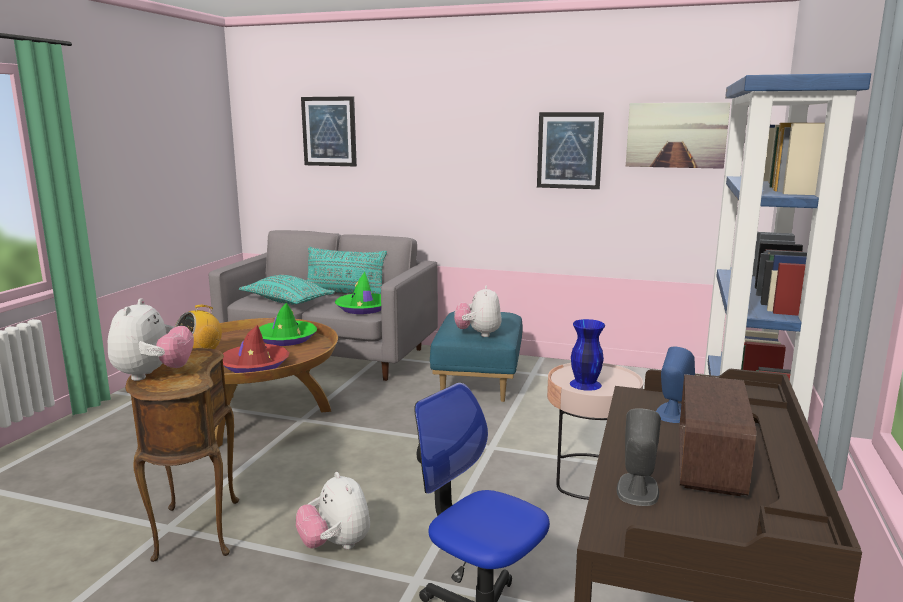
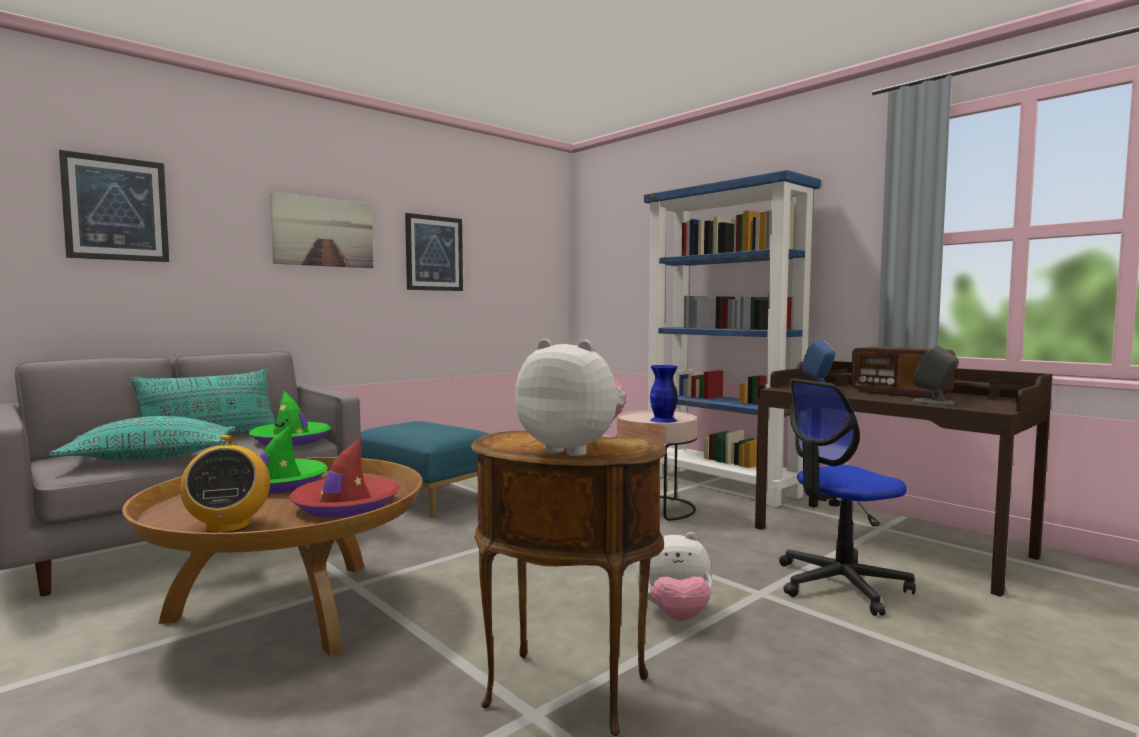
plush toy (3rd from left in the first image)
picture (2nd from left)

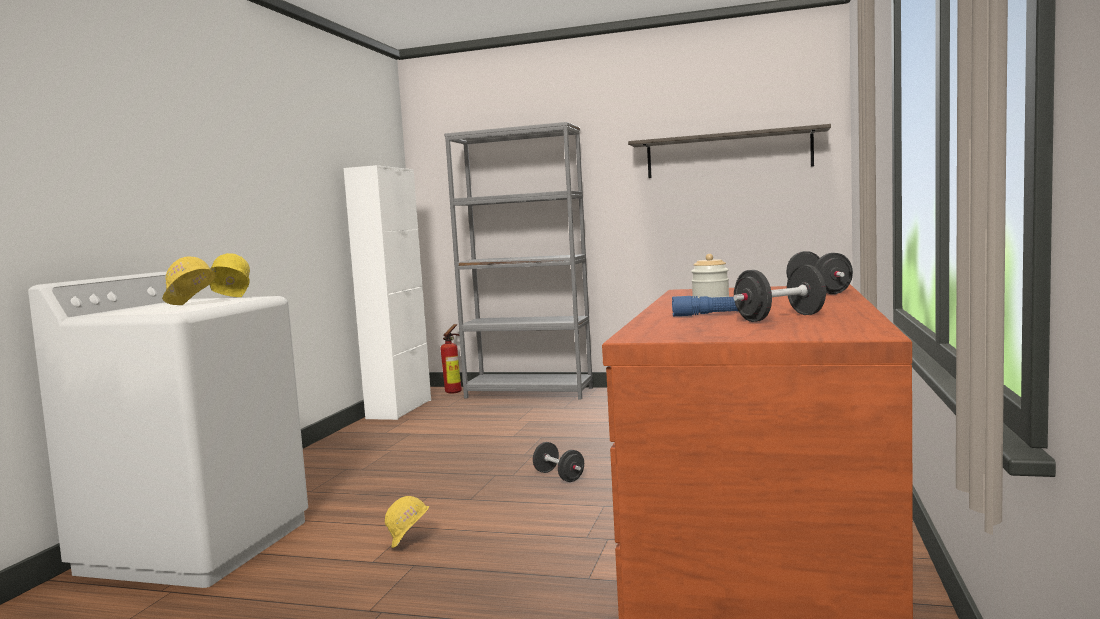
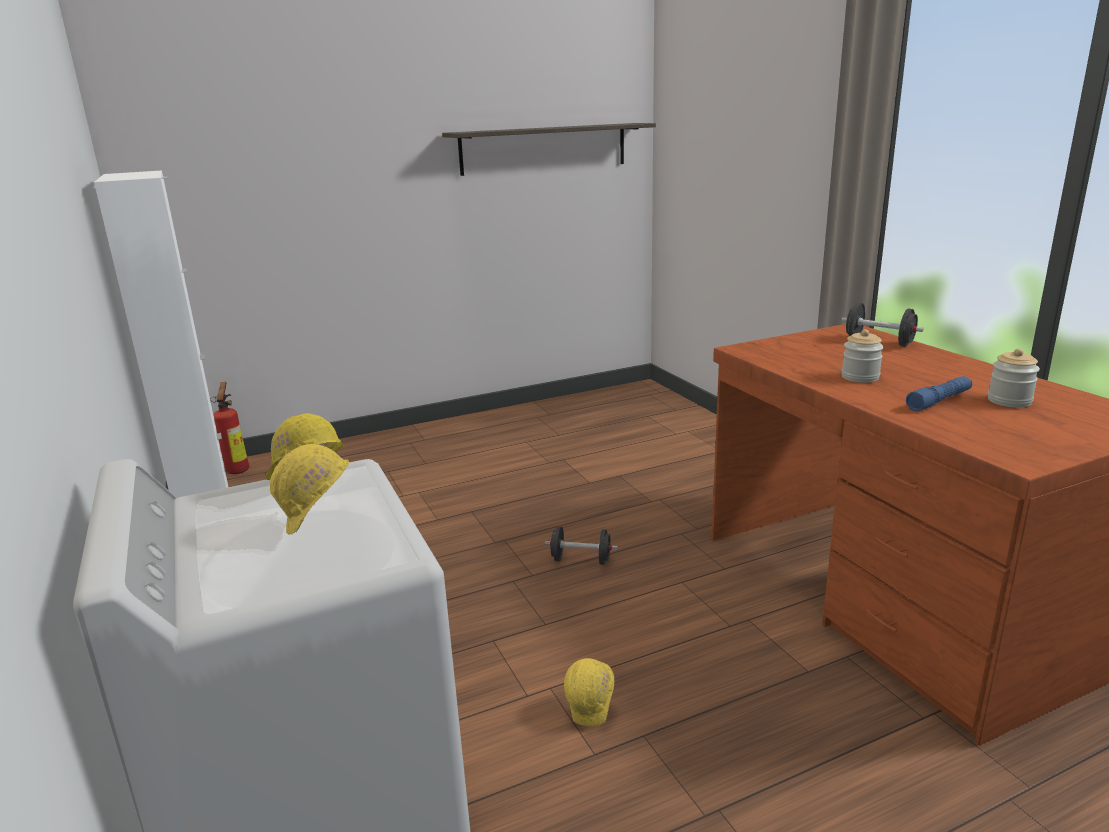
grey shelving unit
storage jar (2nd from left)

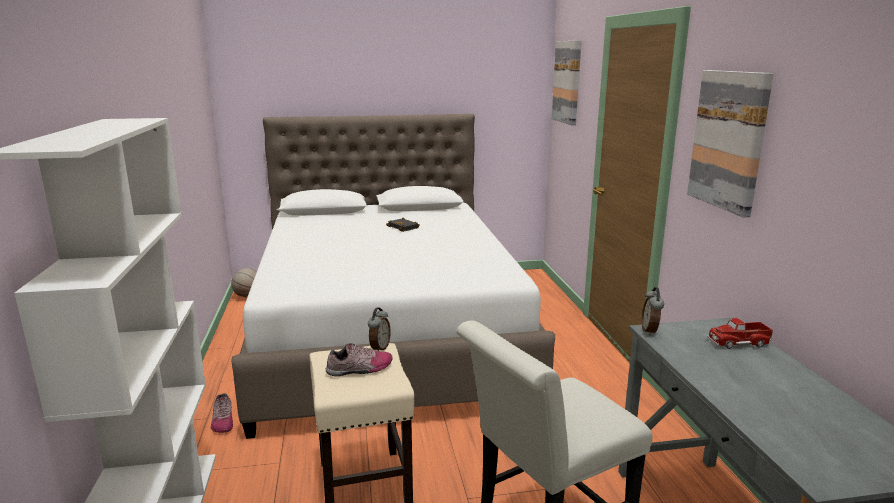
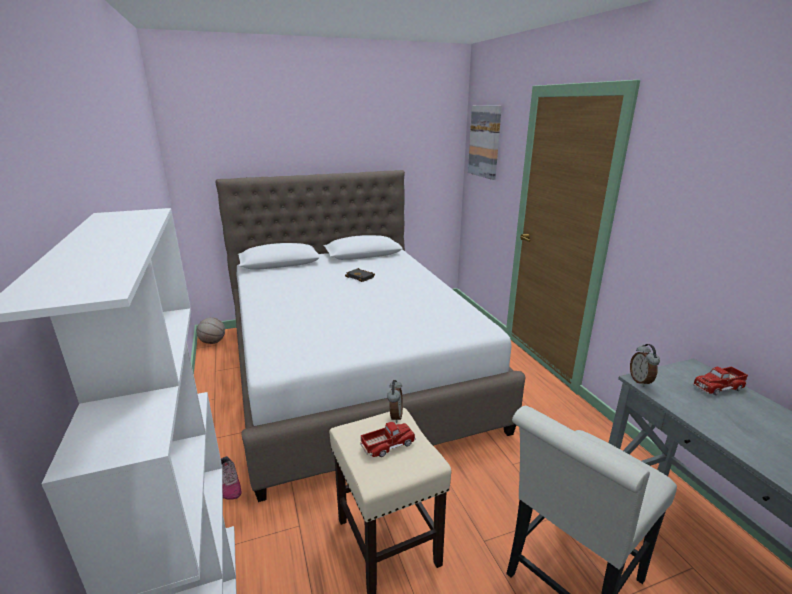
picture (2nd from left in the first image)
model truck (1st from left)

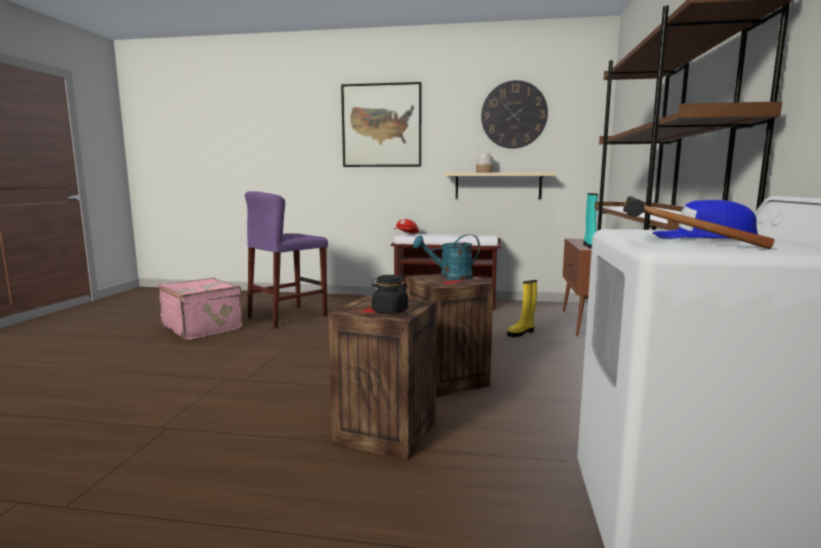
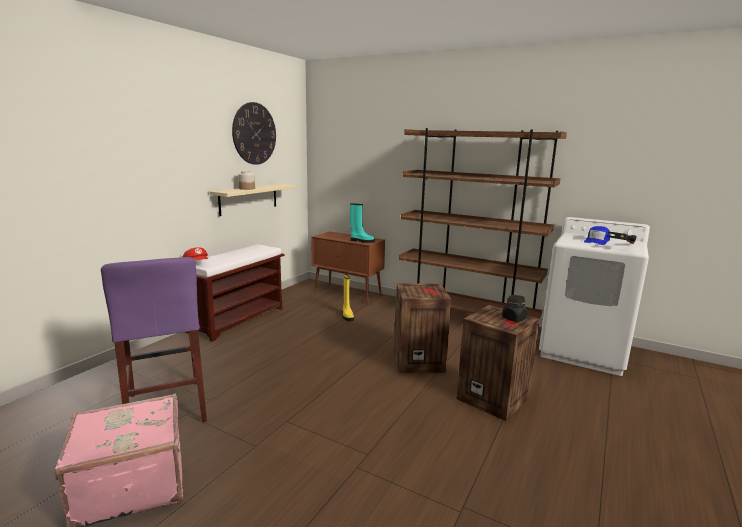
picture
blue-green watering pot

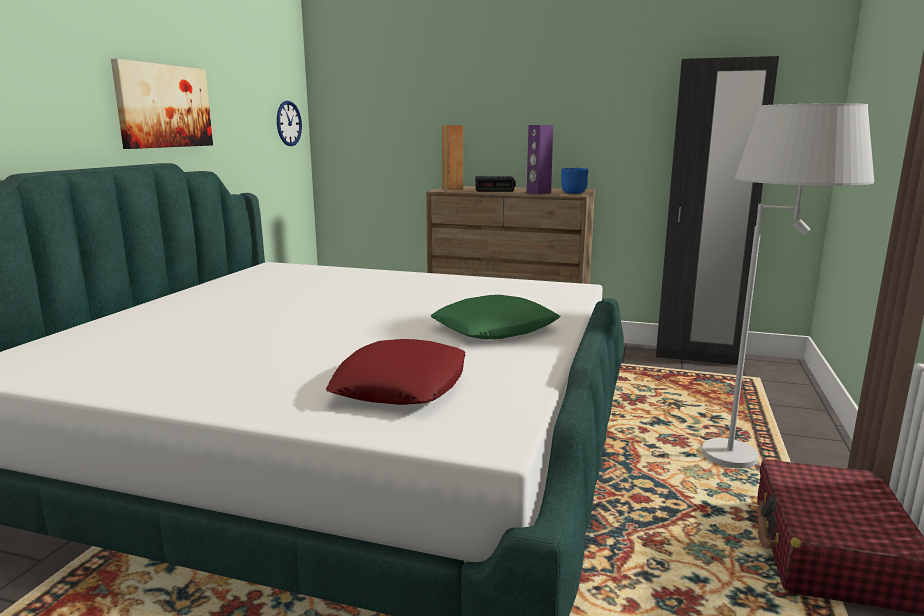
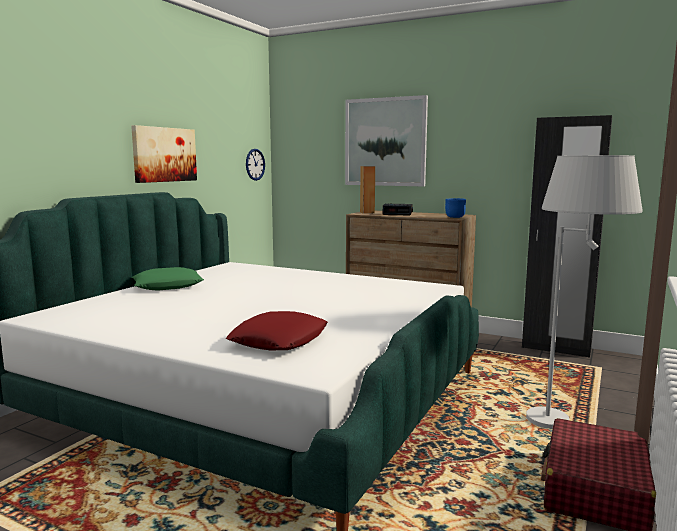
purplish speaker
picture (2nd from left)
green-coloured cushion

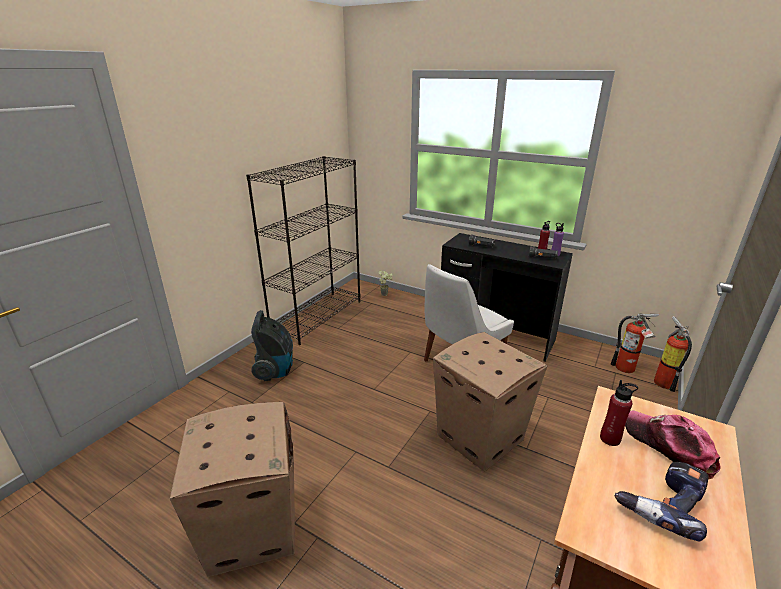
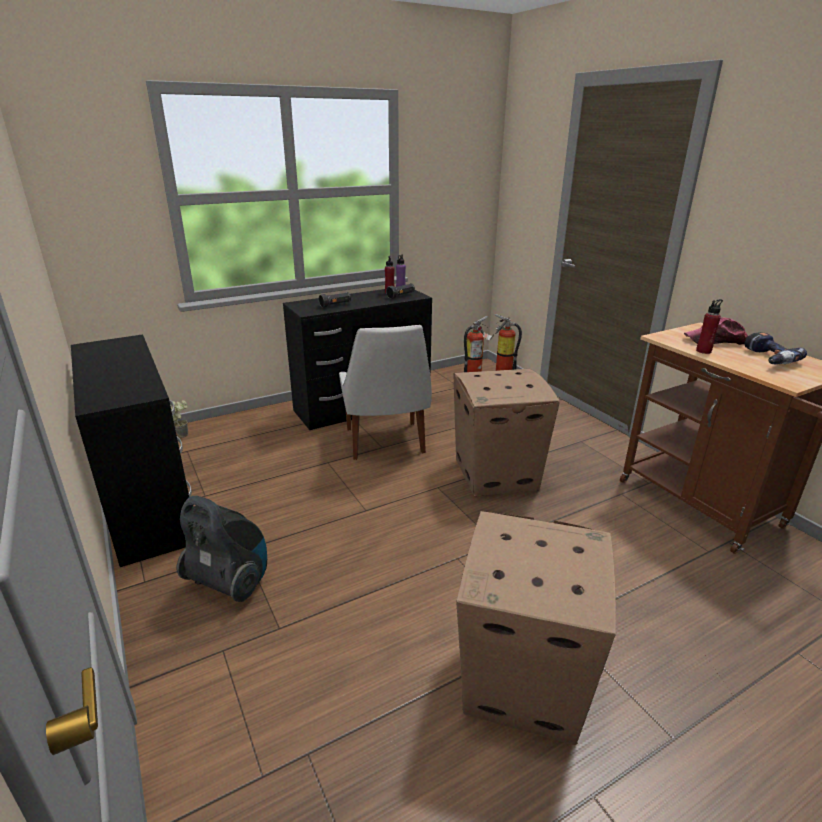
blackish desk (1st from left)

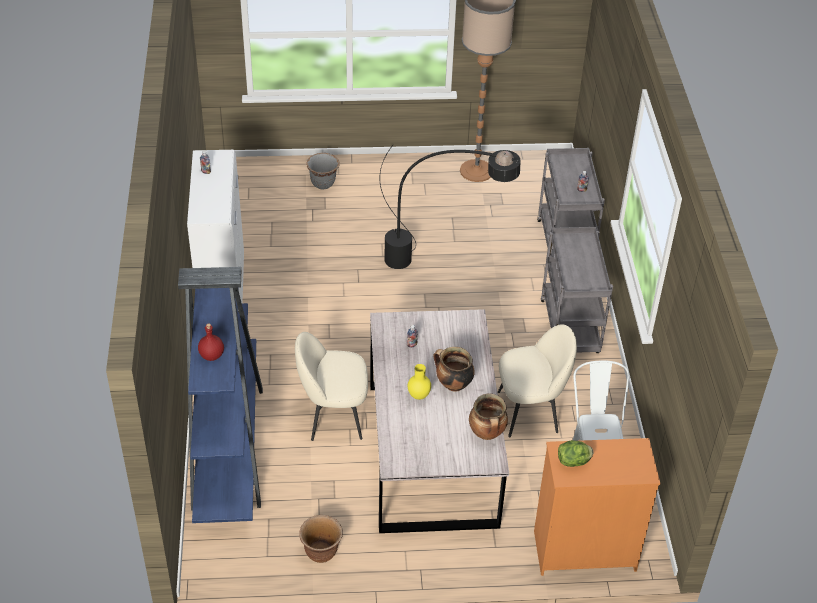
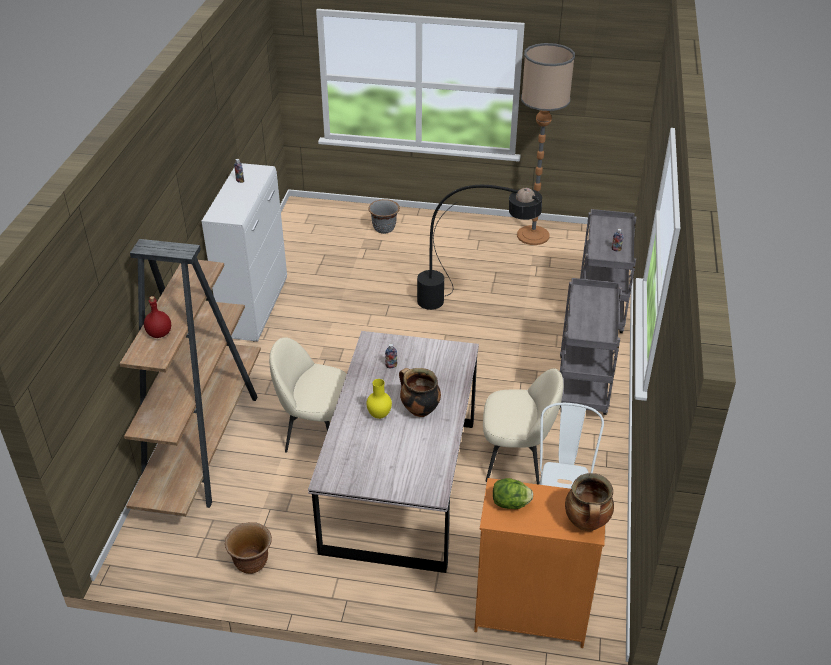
cooking pot (2nd from left)
brownish shelving unit

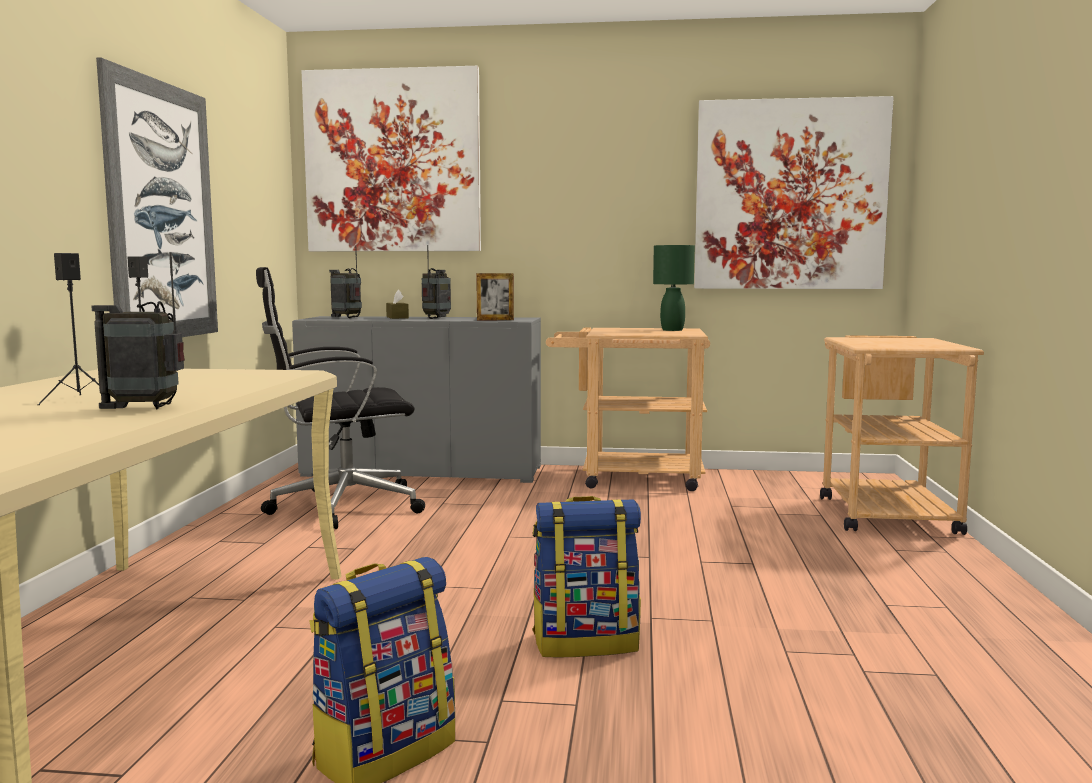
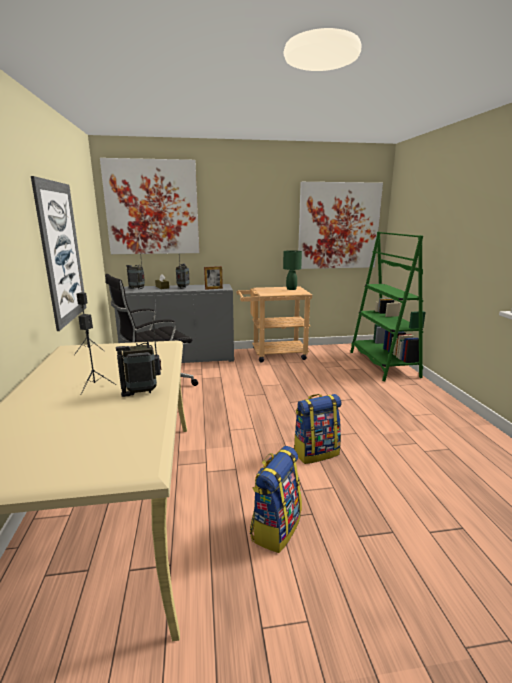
green-coloured shelving unit

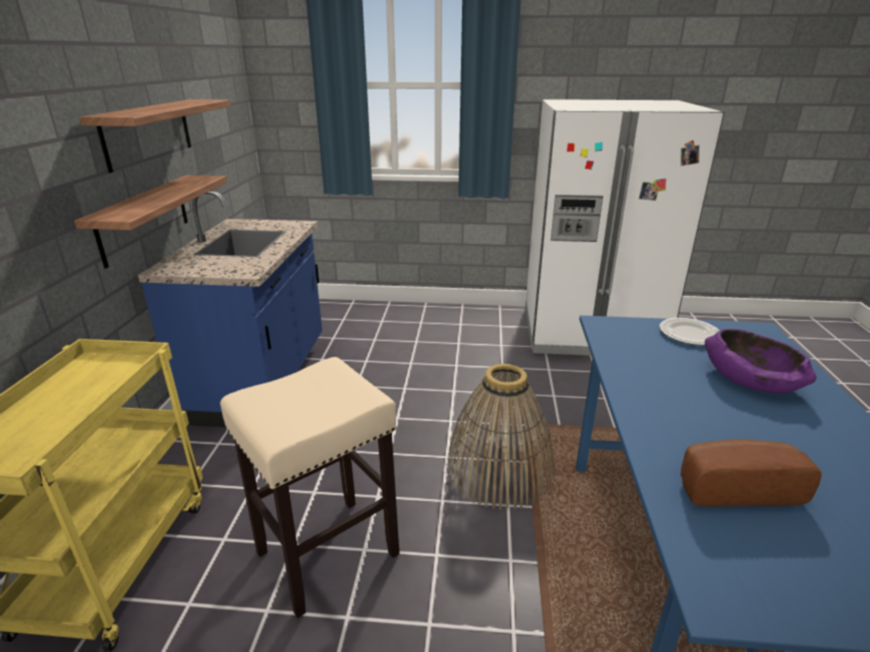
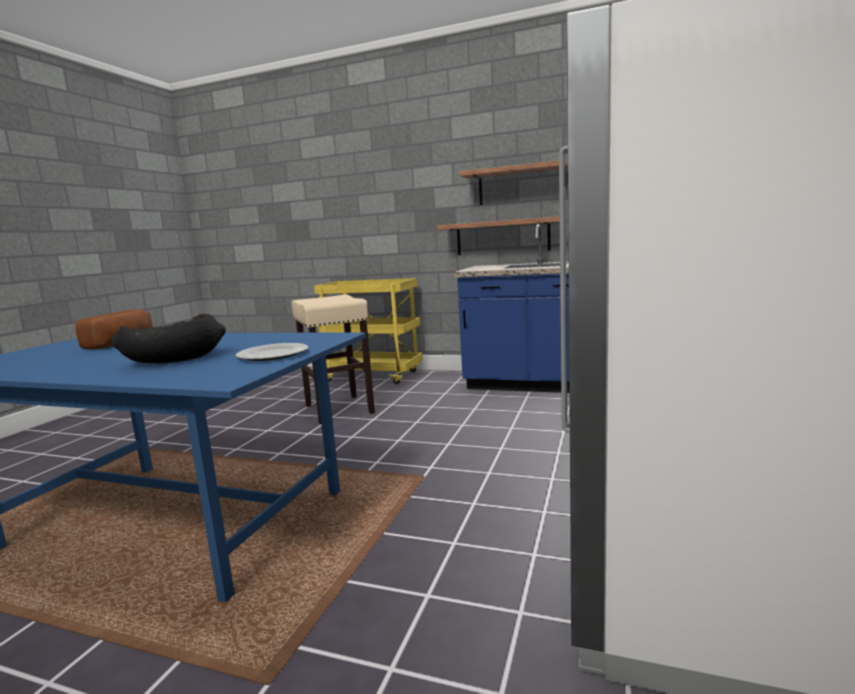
basket
blackish bowl

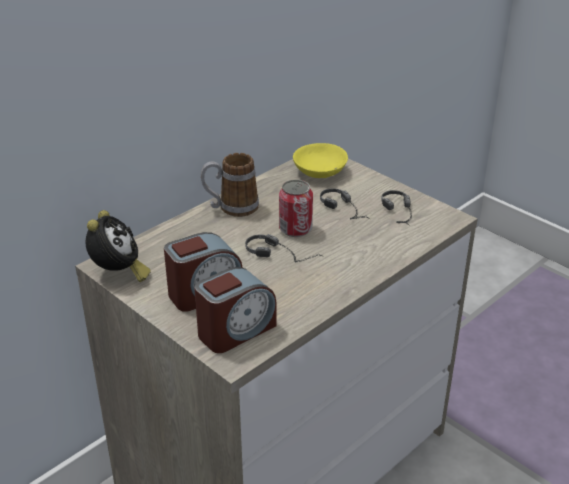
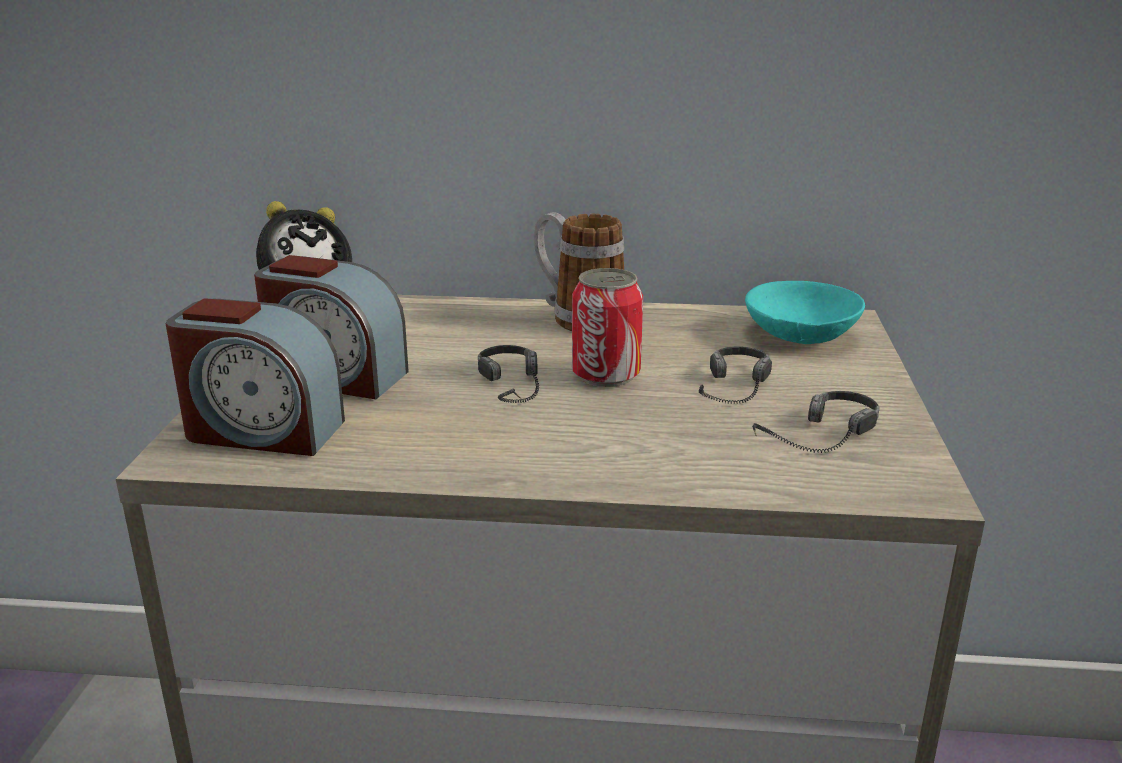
blue-green bowl

